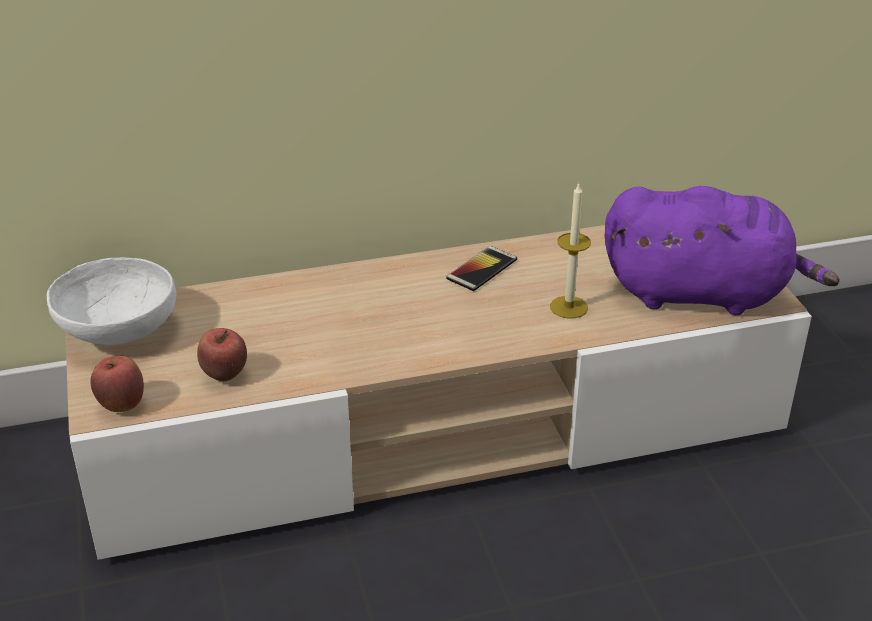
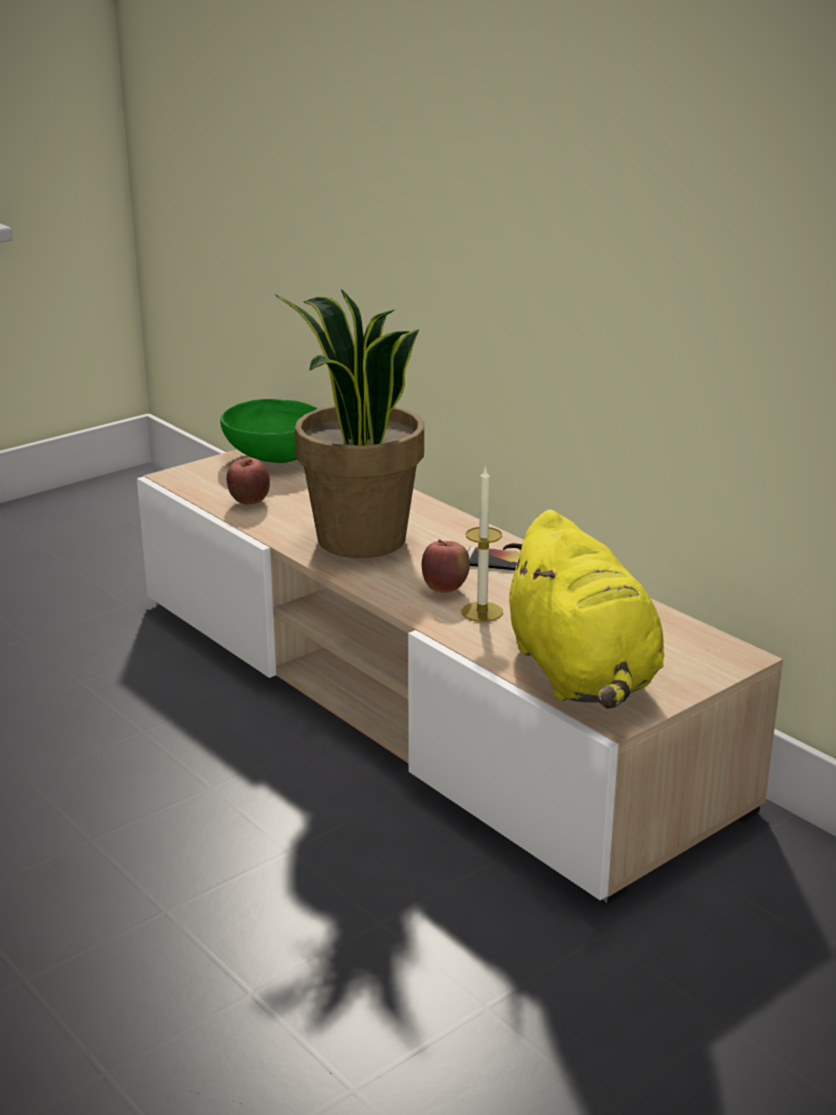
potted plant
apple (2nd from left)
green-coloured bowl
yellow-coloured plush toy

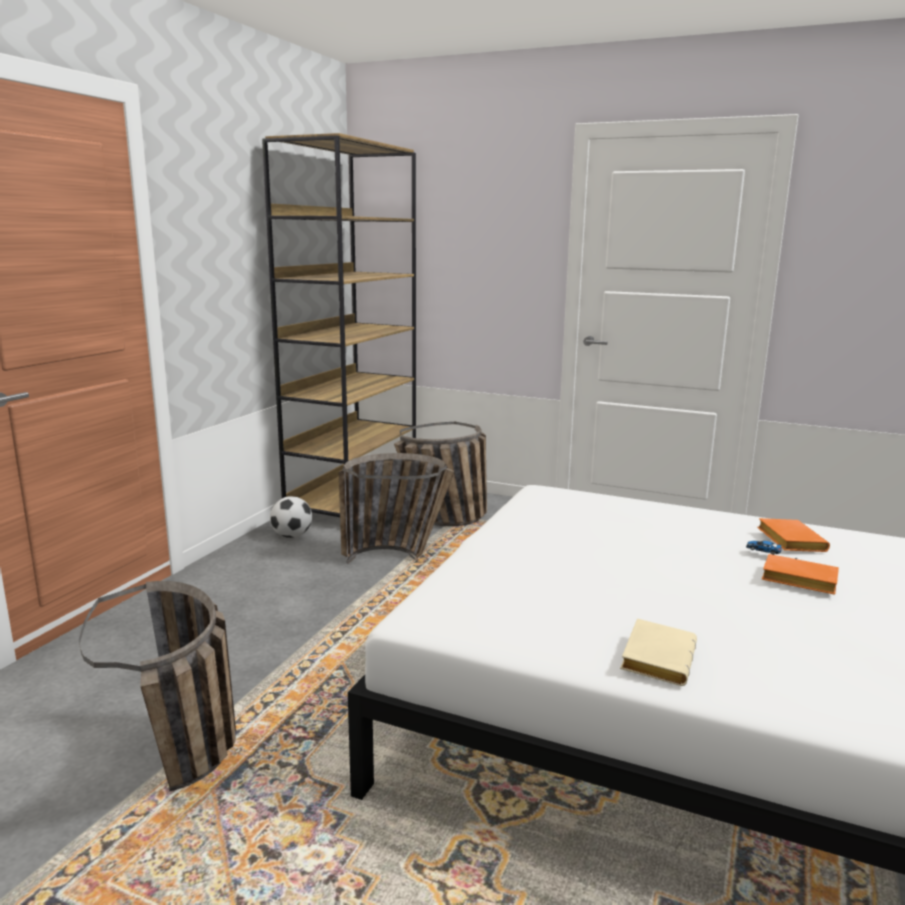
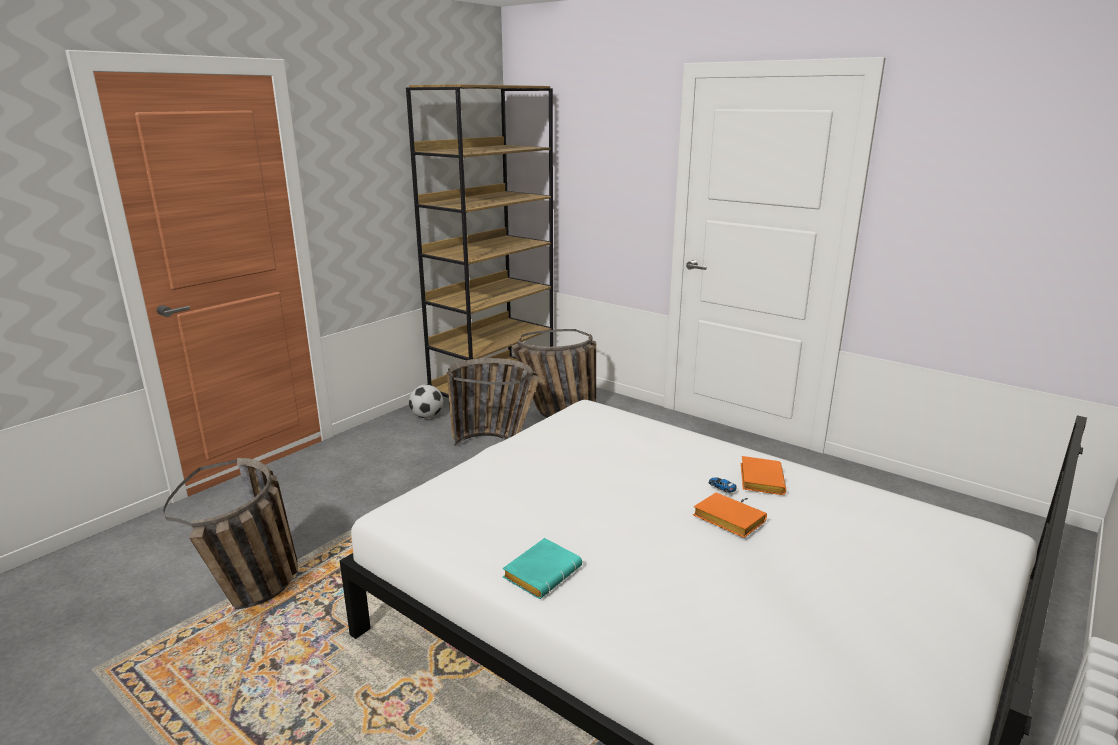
blue-green book

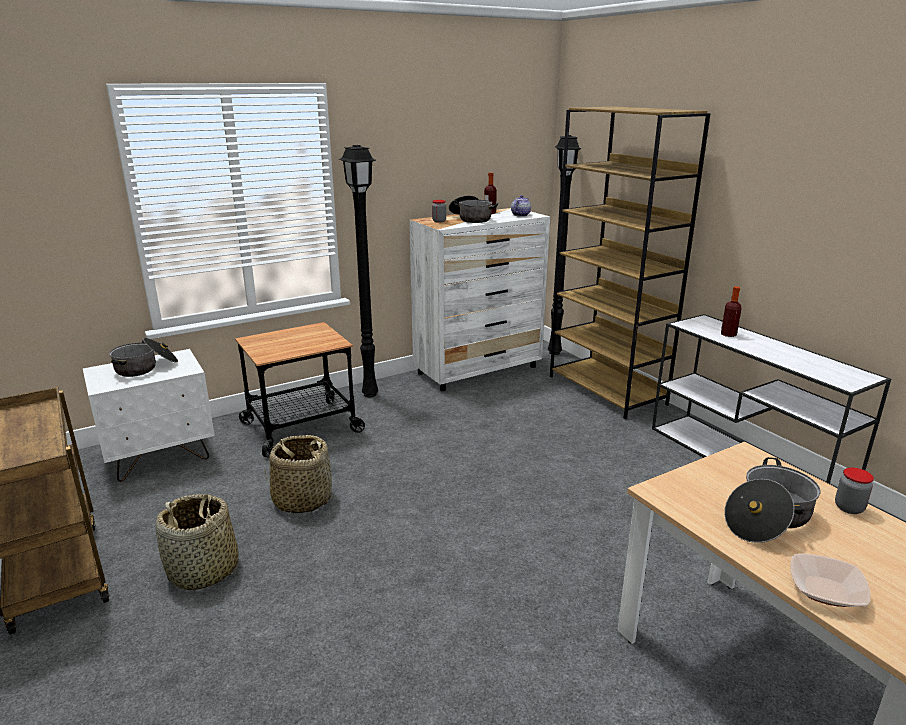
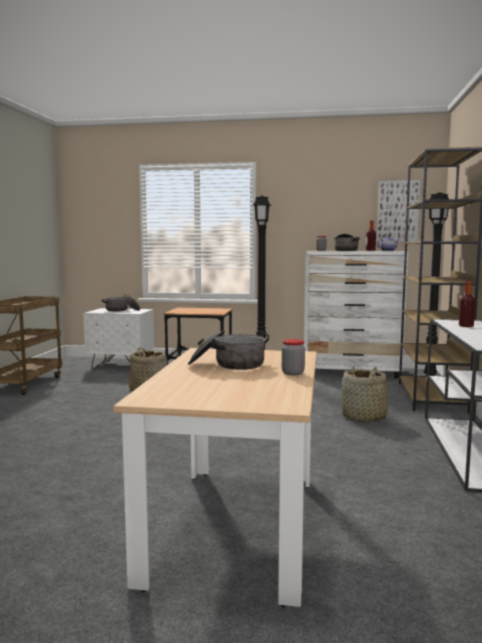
bowl
picture
basket (2nd from left)

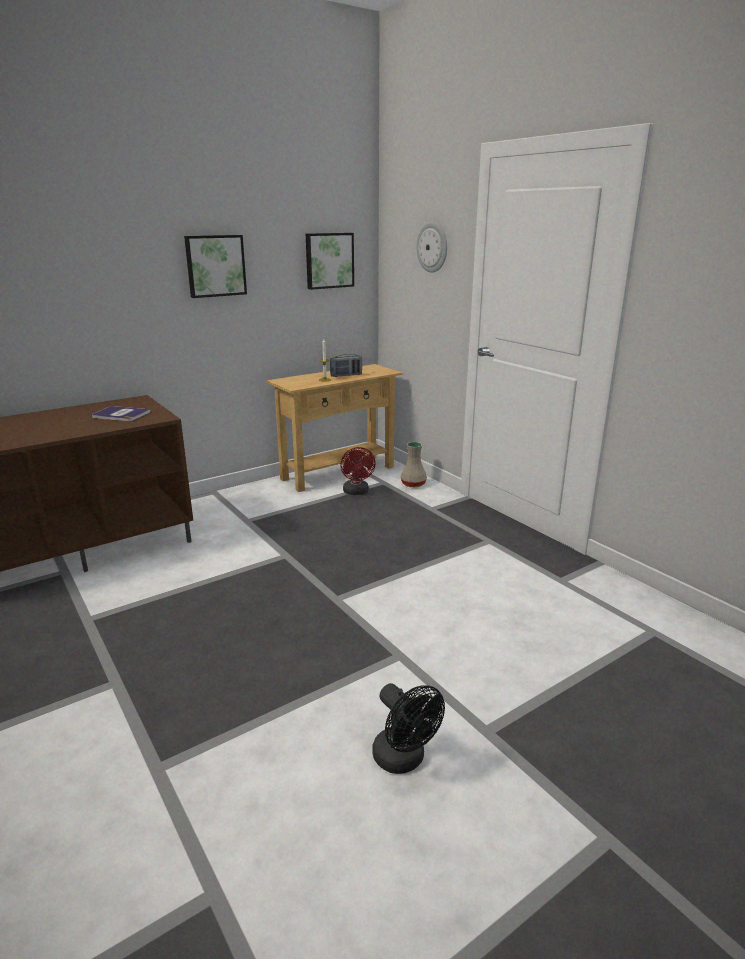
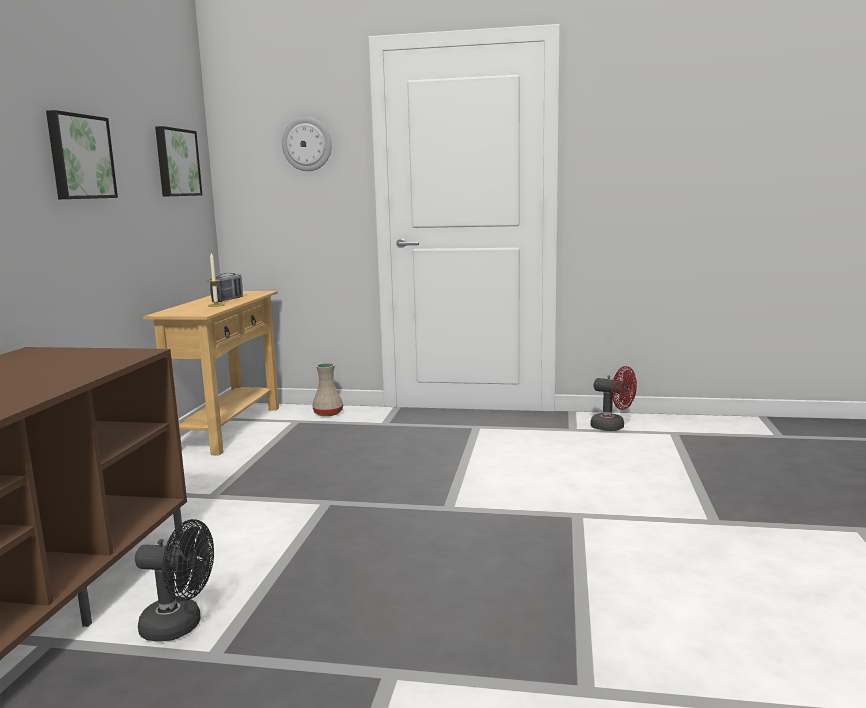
book
red cooling fan
blackish cooling fan

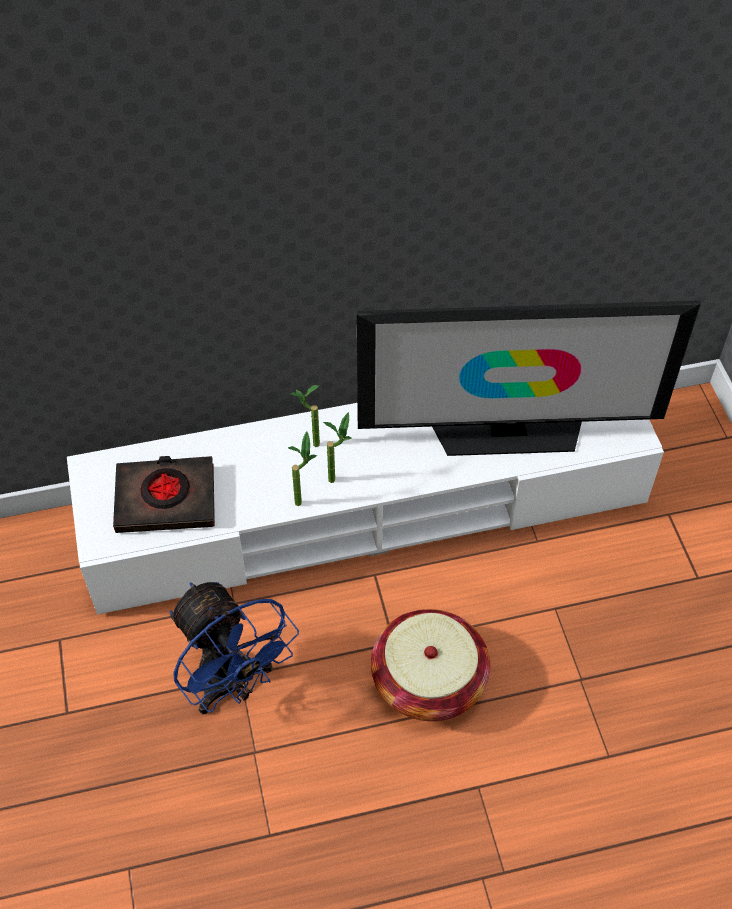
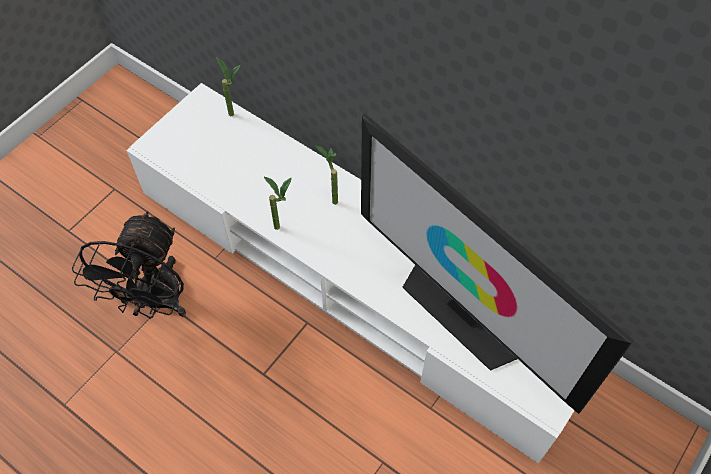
blackish book
basket
potted plant (1st from left)
blackish cooling fan

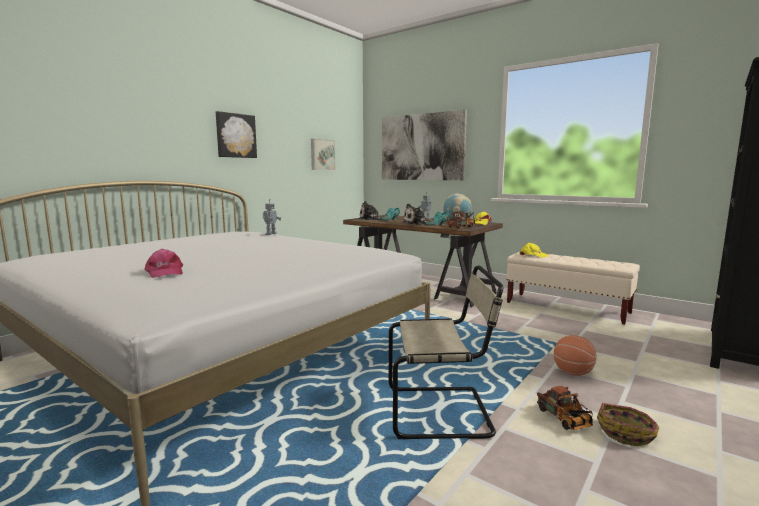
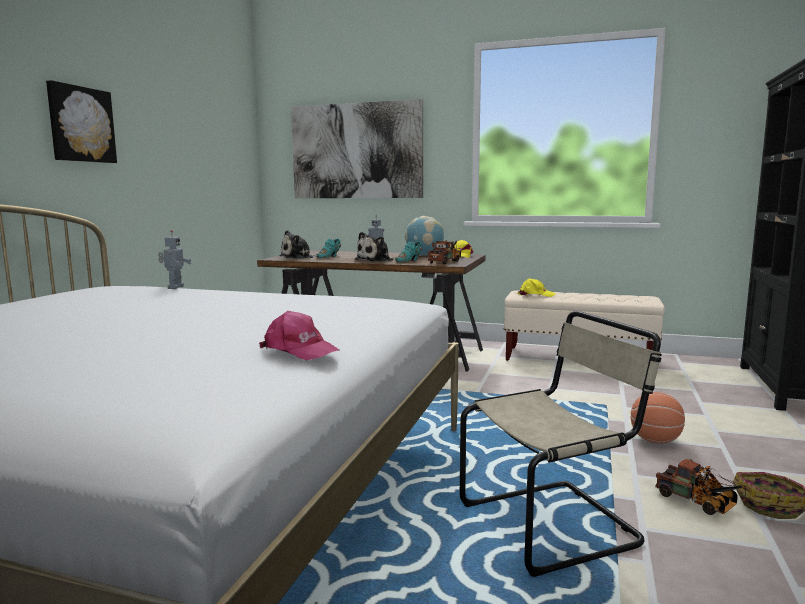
picture (2nd from left in the first image)
pinkish peaked cap

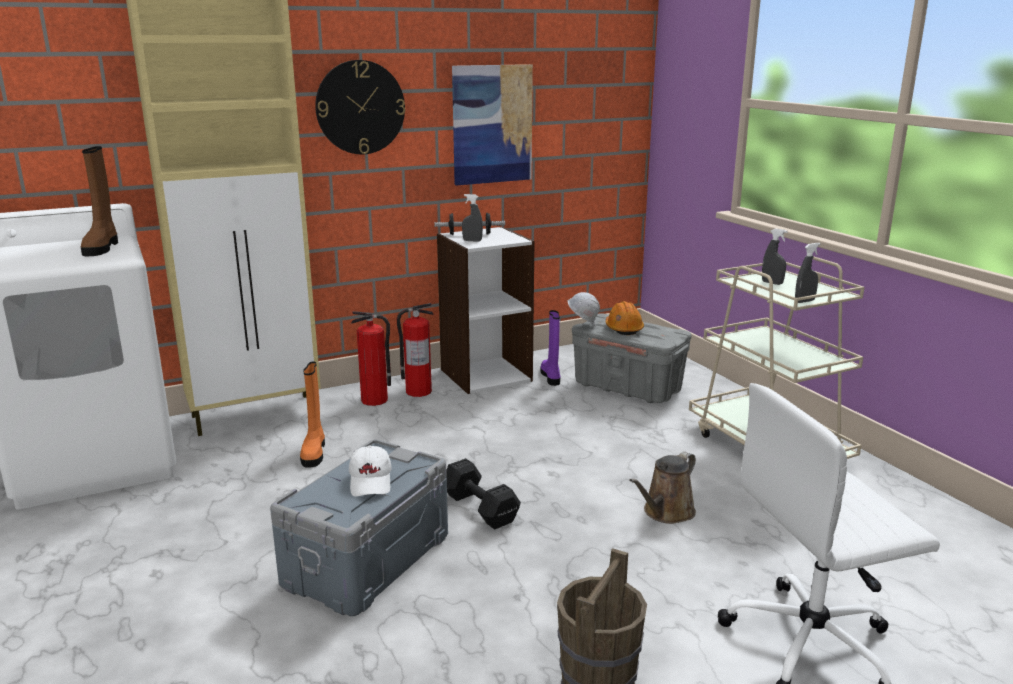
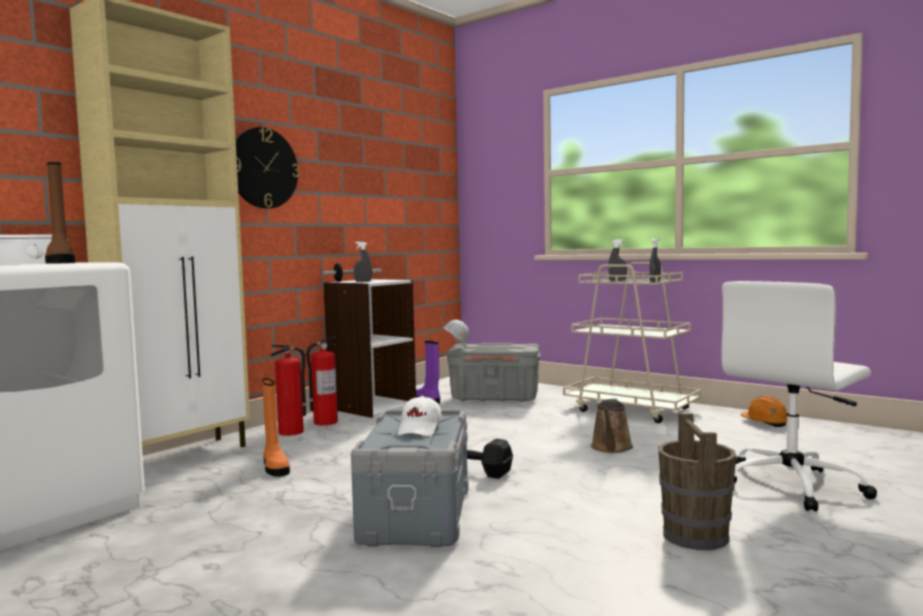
picture
orange work helmet
white peaked cap

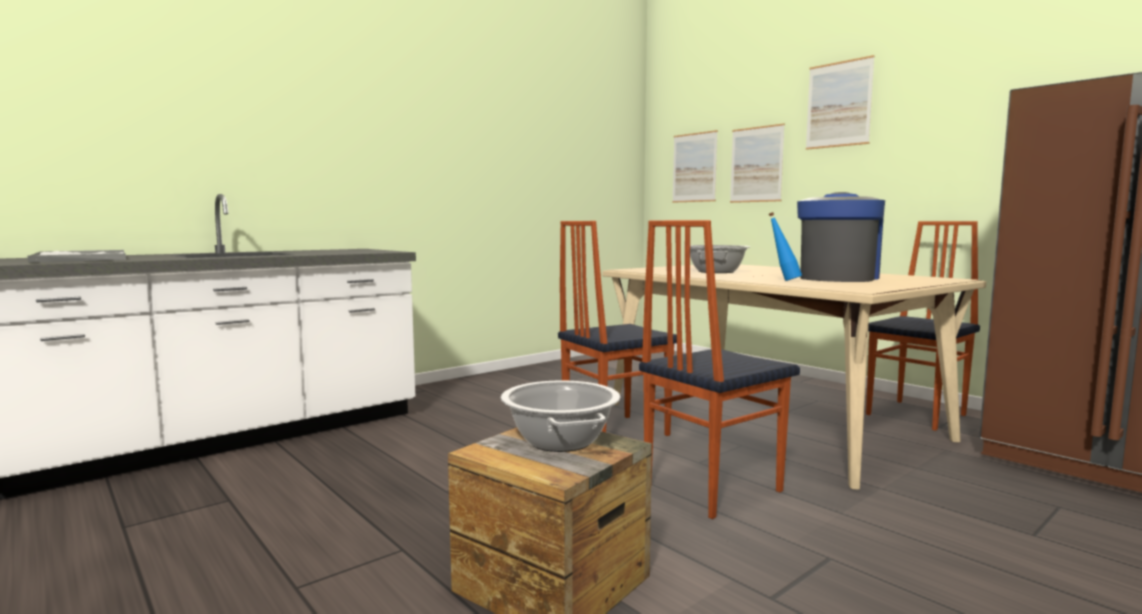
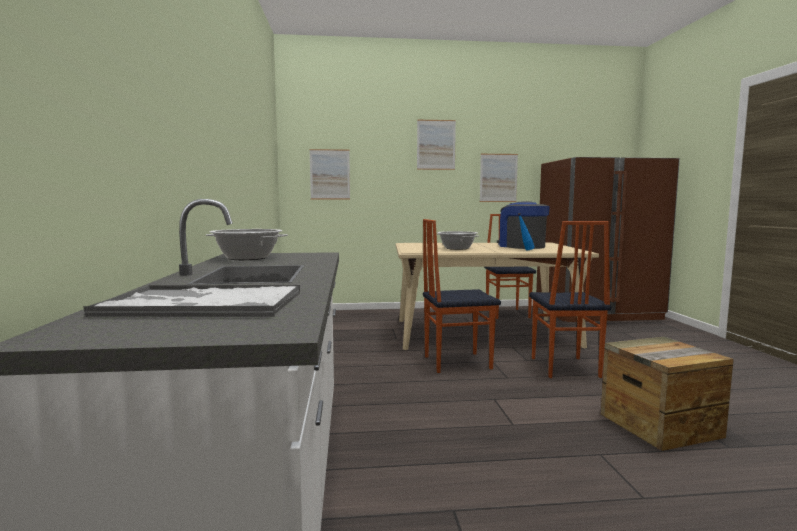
cooking pot (1st from left)
picture (3rd from left)
upright chair (1st from left)

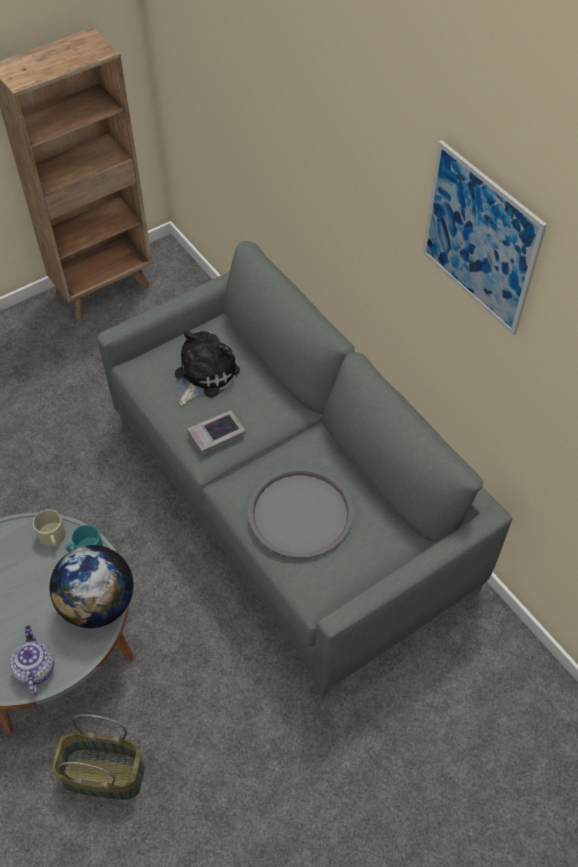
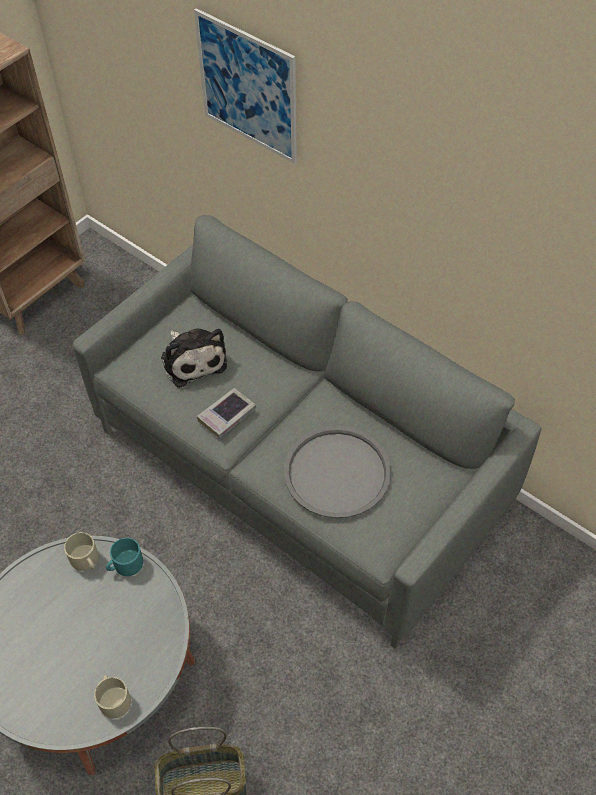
globe
picture
beige-coloured mug (2nd from left)
plush toy

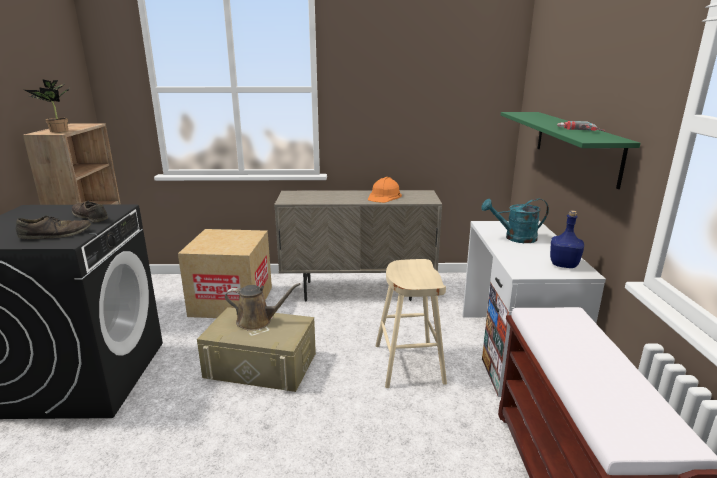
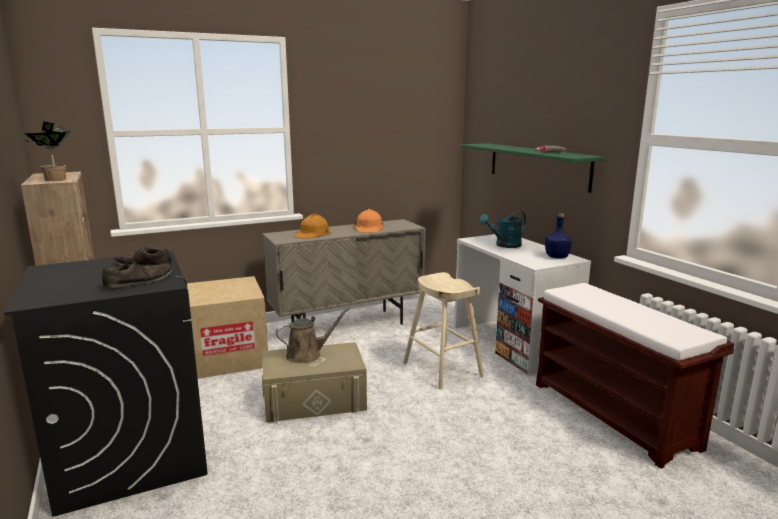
orange work helmet (1st from left)

